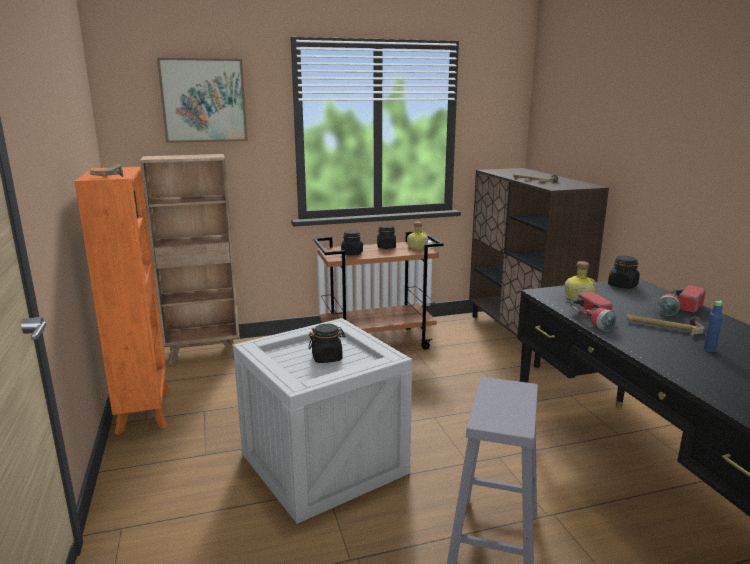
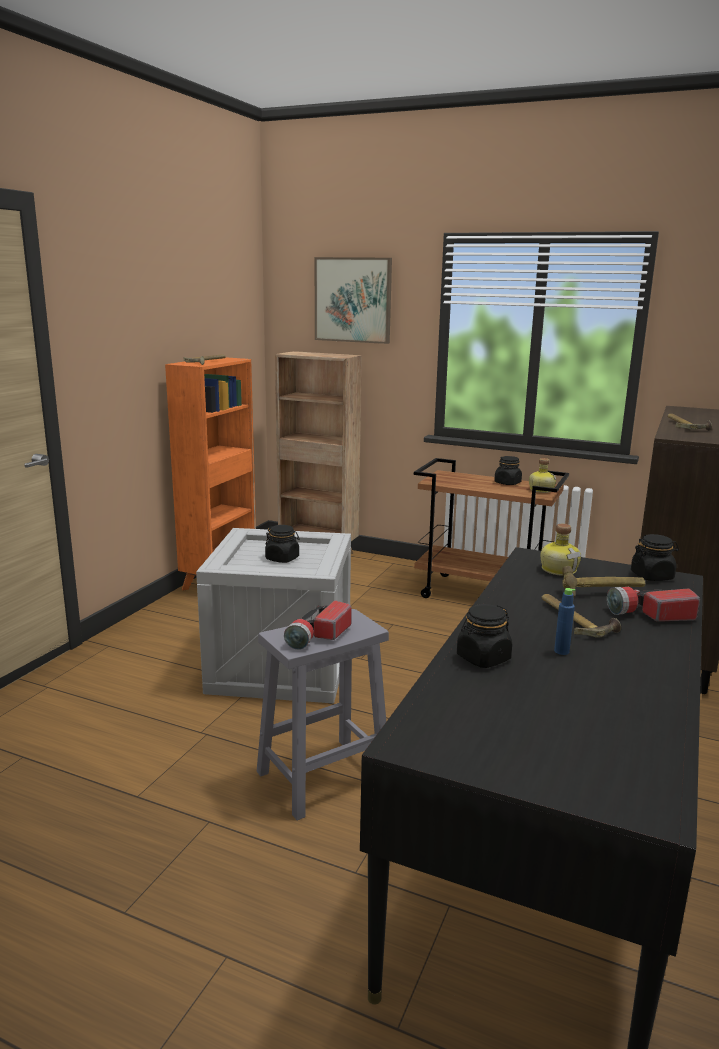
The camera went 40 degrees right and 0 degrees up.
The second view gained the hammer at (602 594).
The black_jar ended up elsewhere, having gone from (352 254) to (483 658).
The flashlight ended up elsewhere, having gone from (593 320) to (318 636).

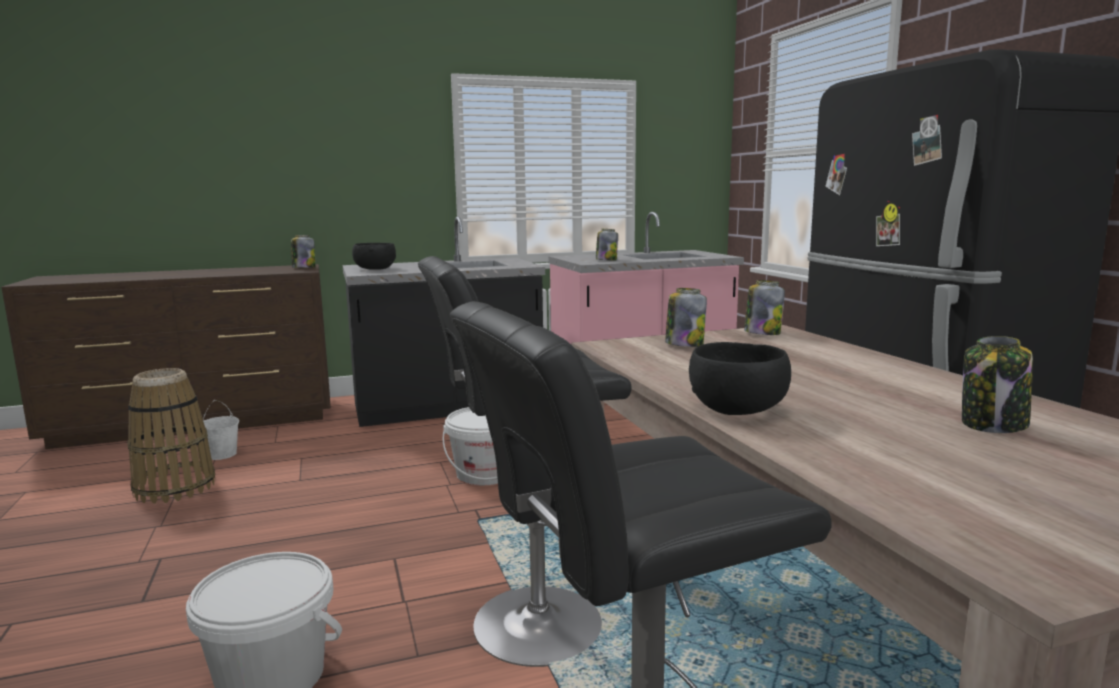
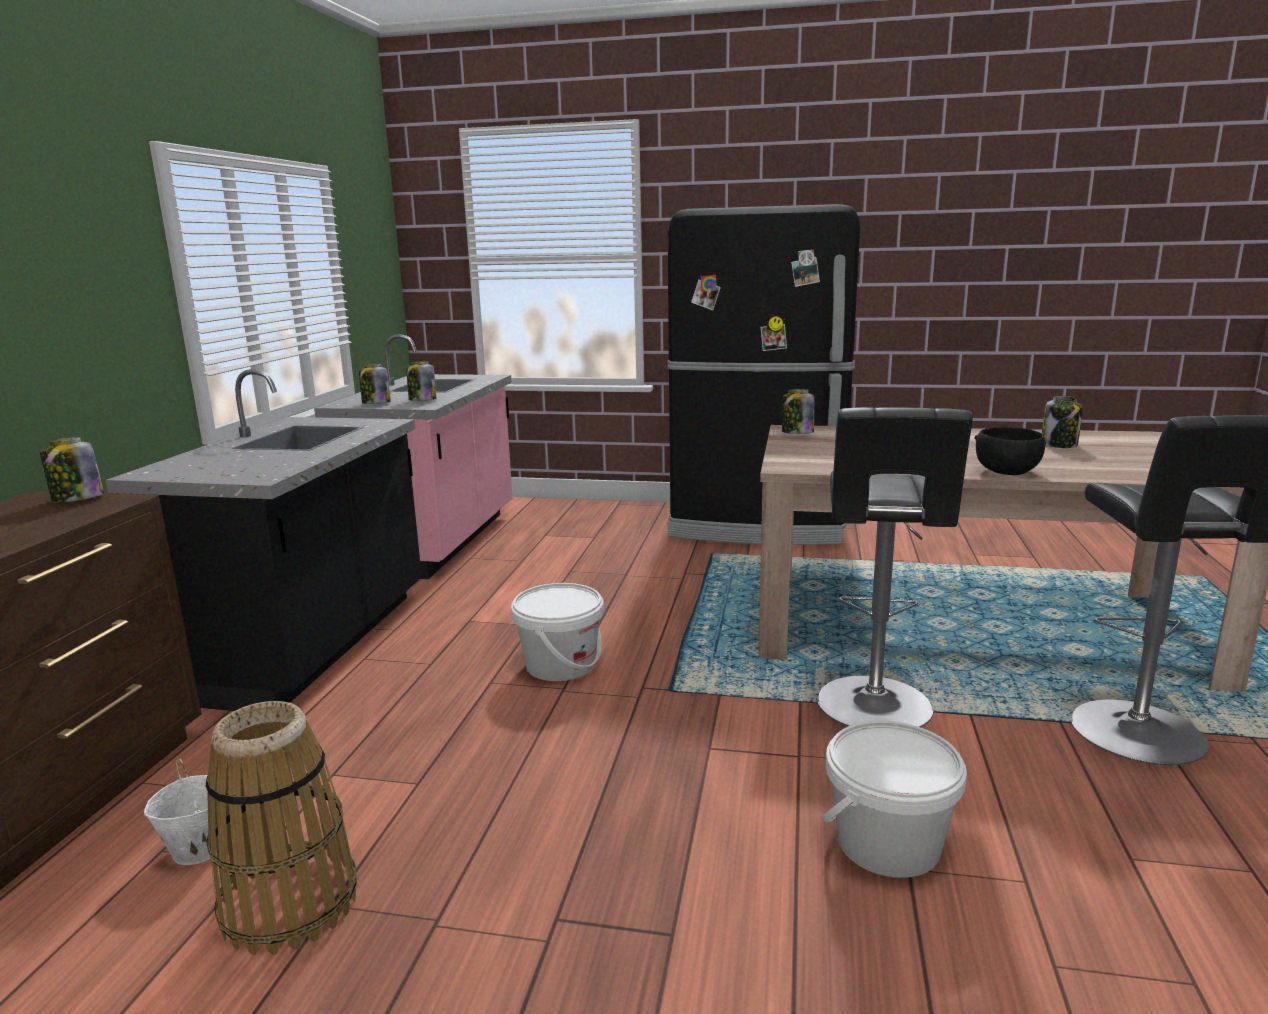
The camera went 60 degrees left and 5 degrees up.
The second view lost the black_bowl at (374 269).
The jar ended up elsewhere, having gone from (684 344) to (376 403).

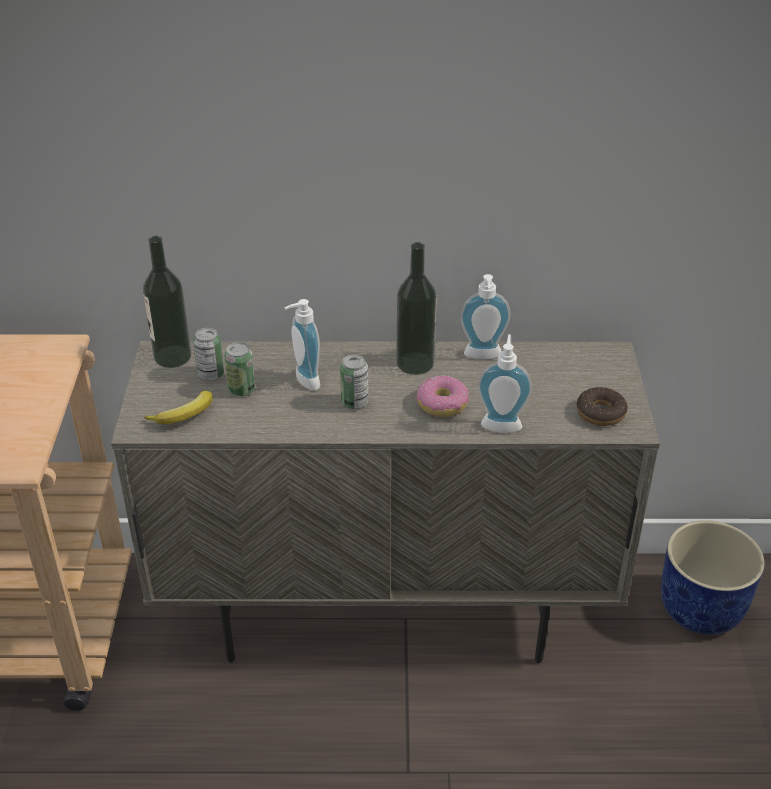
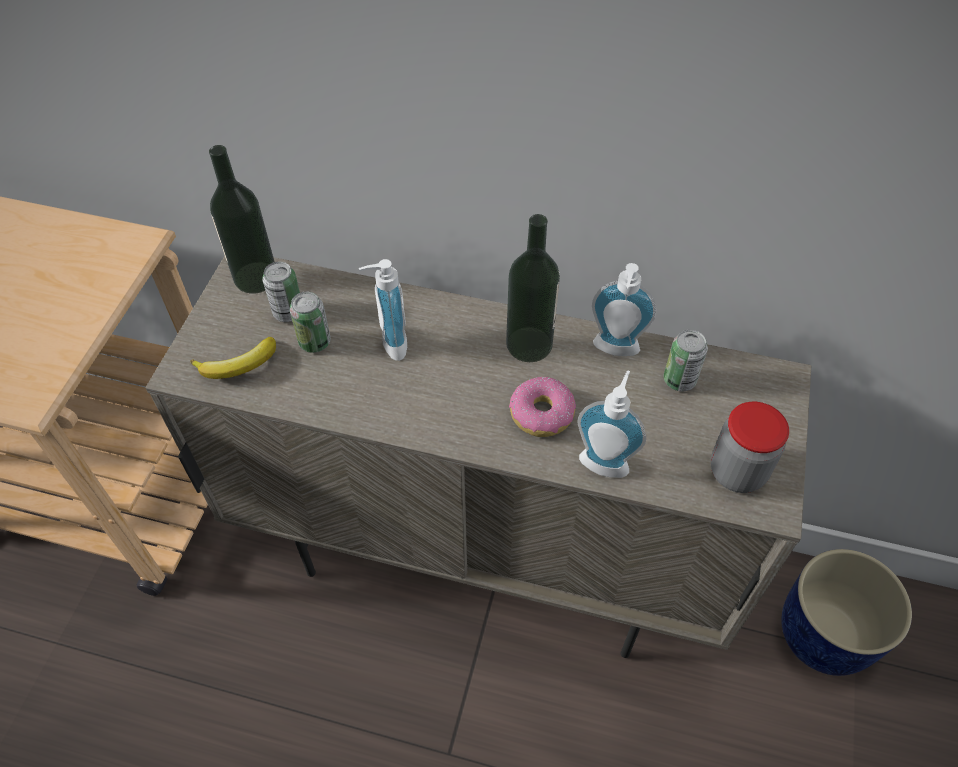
The camera went 15 degrees right and 15 degrees up.
The can ended up elsewhere, having gone from (354 402) to (679 380).
Where the donut stood at (600 413), the jar came to stand at (737 472).

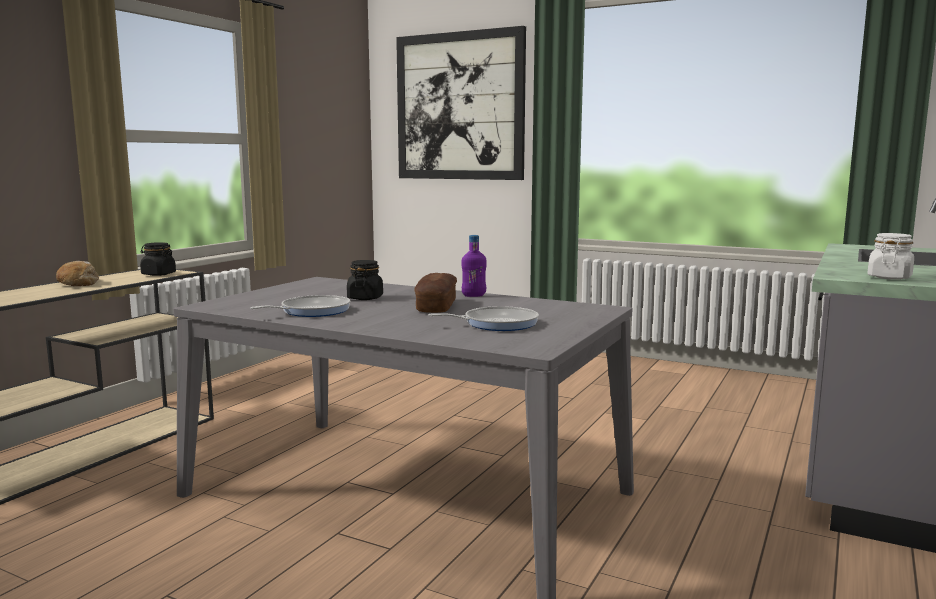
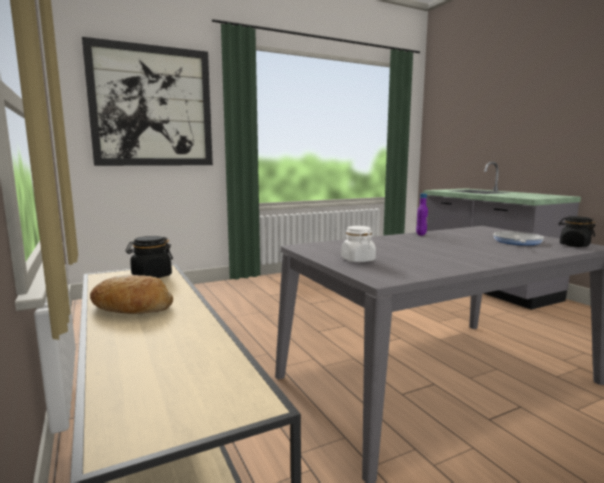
The camera went 55 degrees left and 0 degrees up.
The second view lost the frying_pan at (311 311).
The second view lost the bread at (436 306).
The black_jar ended up elsewhere, having gone from (365 298) to (574 245).
The white_jar ended up elsewhere, having gone from (889 277) to (357 260).

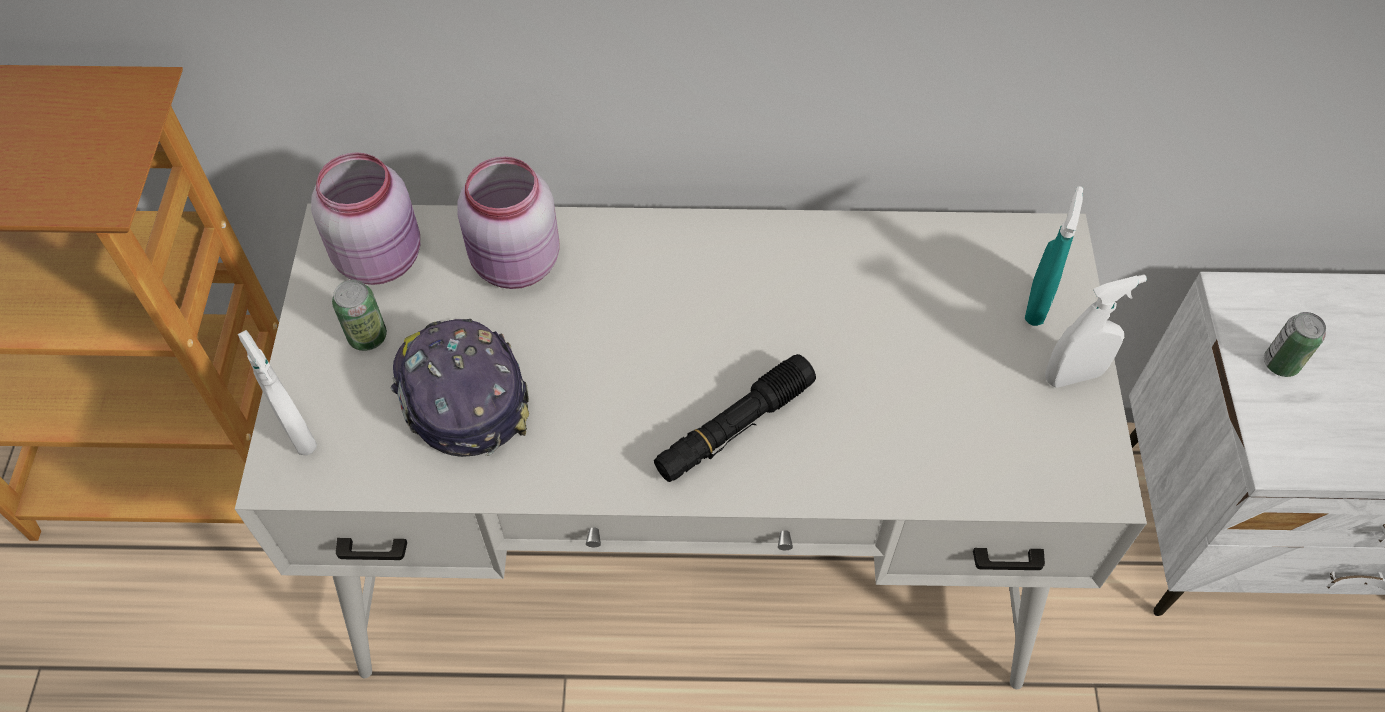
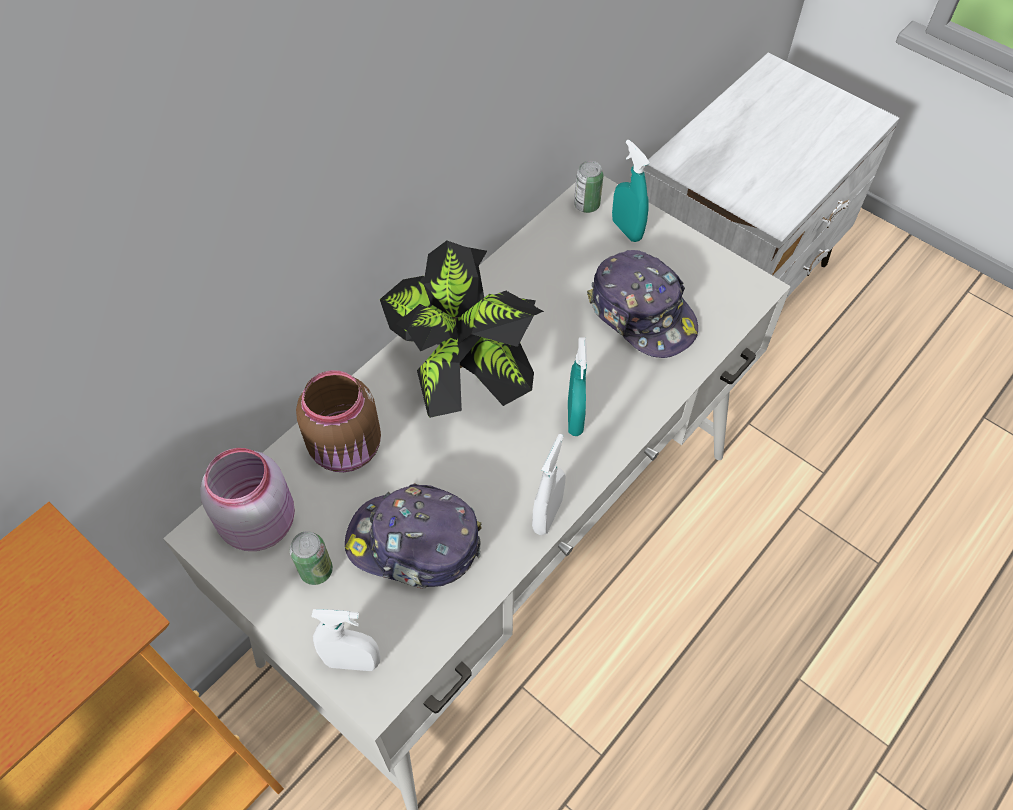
The camera went 50 degrees left and 0 degrees up.
The second view gained the potted_plant at (463 378).
The second view gained the cap at (642 314).
The white_spray_bottle ended up elsewhere, having gone from (1073 375) to (547 515).
The can ended up elsewhere, having gone from (1280 363) to (586 205).
Where the black_flashlight stood at (734 427), the turquoise_spray_bottle came to stand at (575 418).
What was the pink_jar at (516 265) turned into the brown_jar at (347 449).

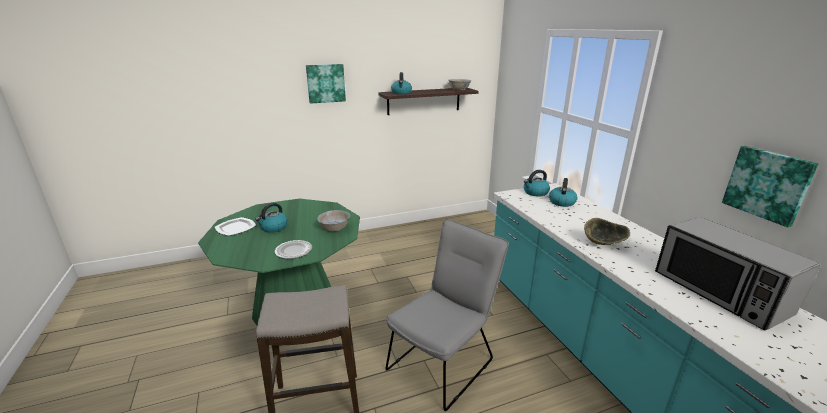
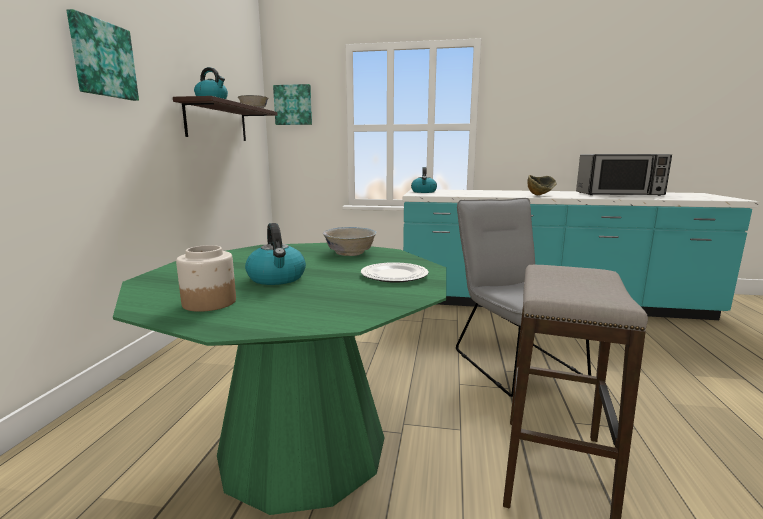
The camera went 60 degrees left and 10 degrees down.
The second view lost the kettle at (561 202).
The picture ended up elsewhere, having gone from (767 184) to (293 105).
Where the plate stood at (235 228), the jar came to stand at (209 303).

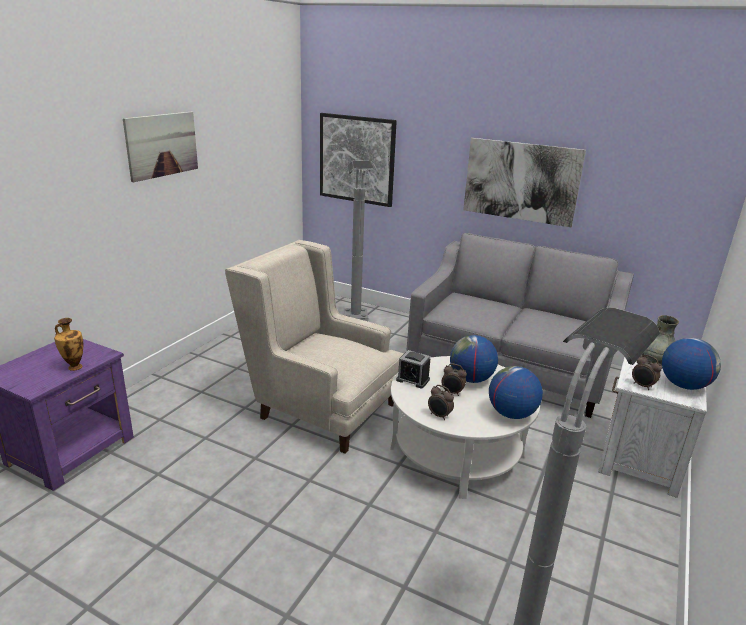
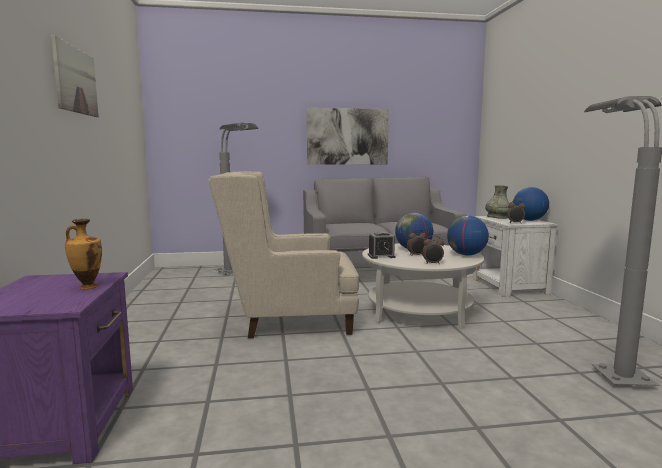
The camera went 35 degrees left and 15 degrees down.
The second view lost the picture at (357 159).

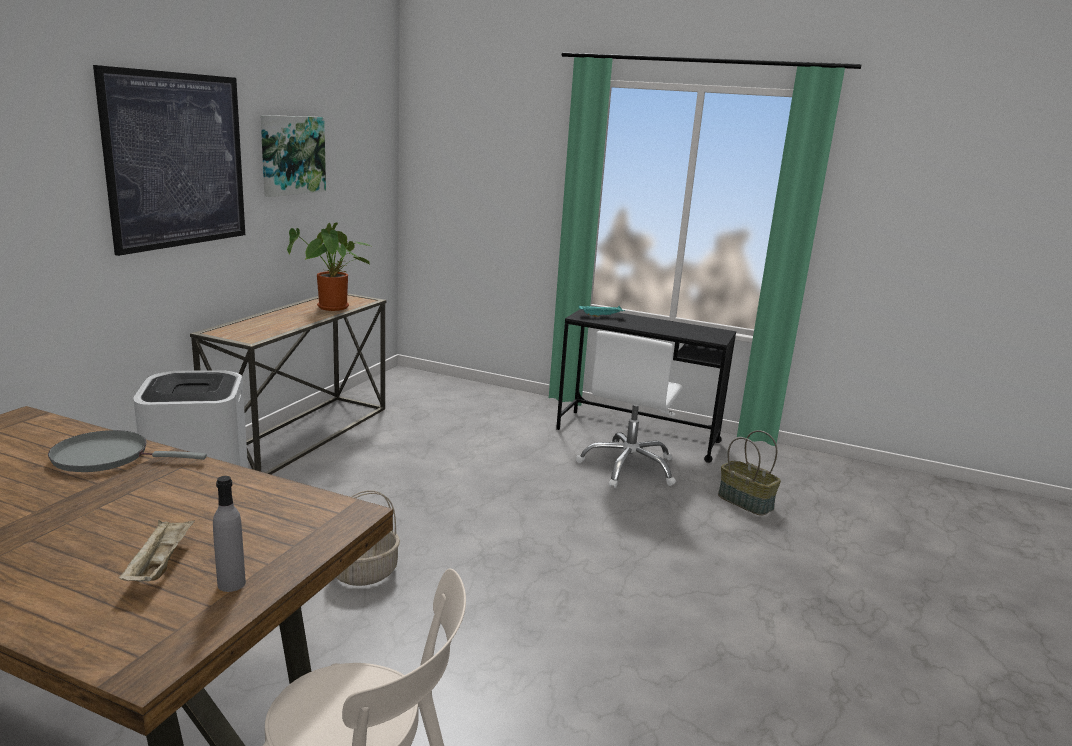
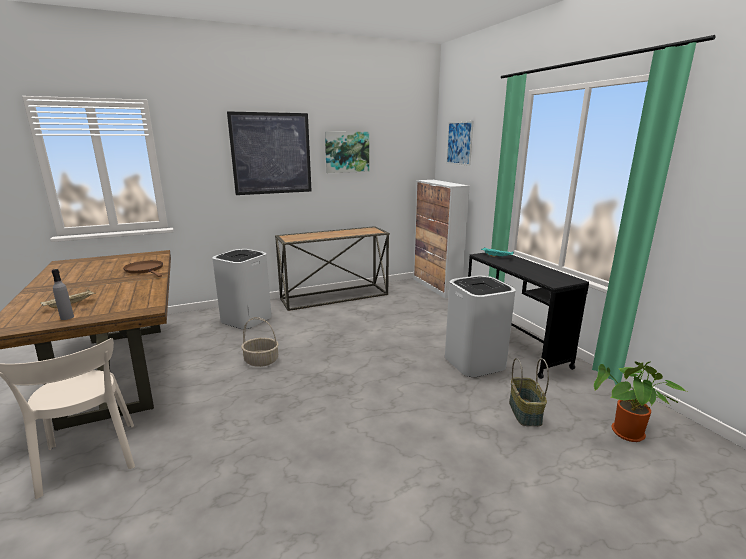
The camera went 45 degrees right and 0 degrees up.
The second view gained the cabinet at (436 287).
The second view gained the picture at (459 143).
The potted_plant ended up elsewhere, having gone from (333 308) to (627 435).
Where the white_office_chair stood at (629 467), the white_trash_can came to stand at (474 362).
What was the grey_frying_pan at (107 457) turned into the brown_frying_pan at (145 270).

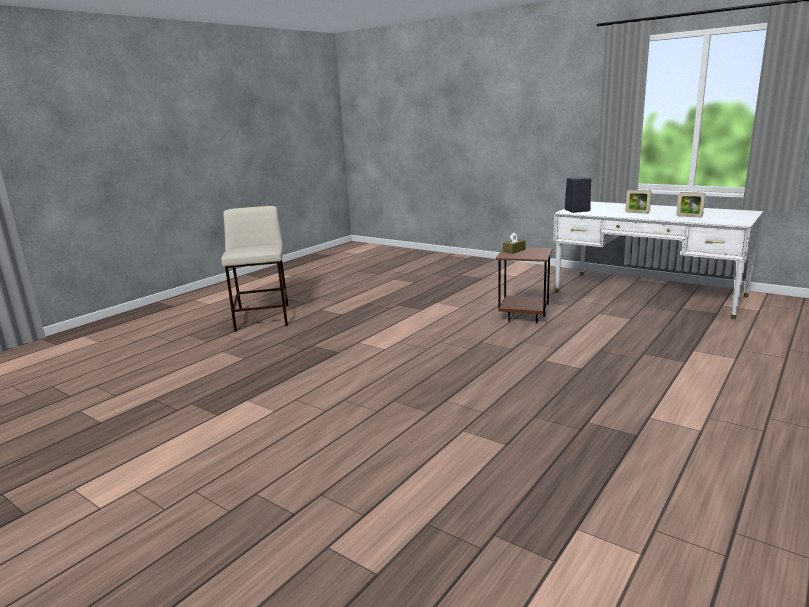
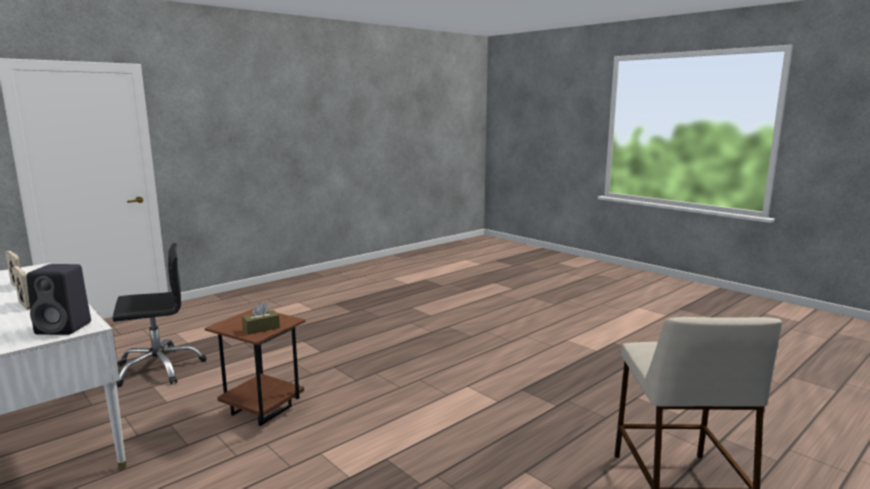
The camera went 170 degrees left and 5 degrees down.
The second view gained the black_office_chair at (159 368).

